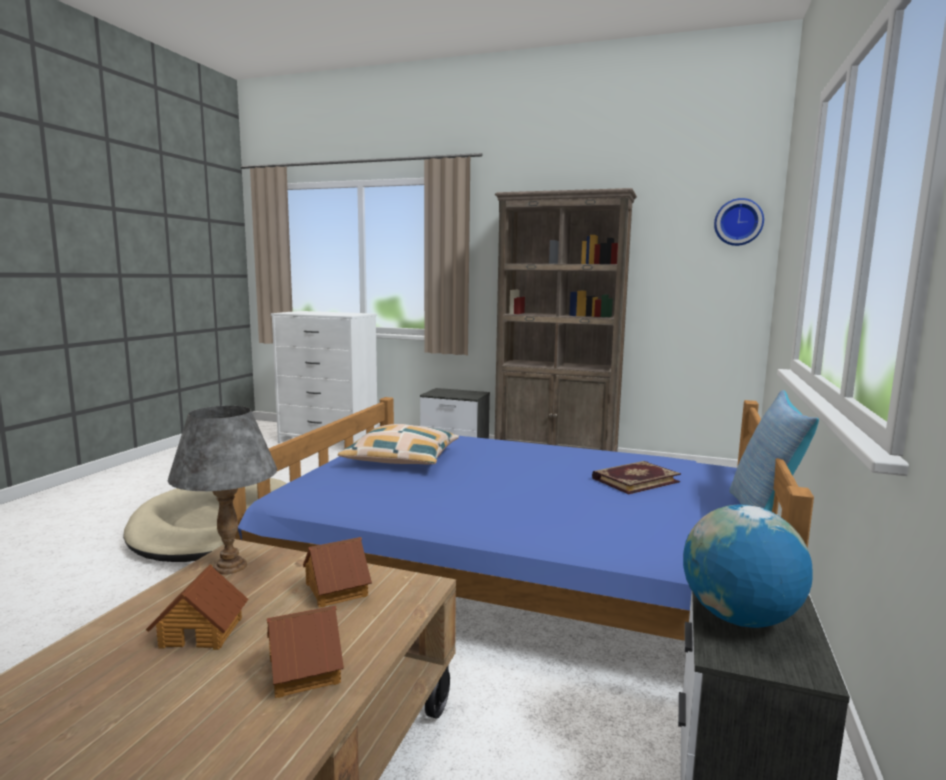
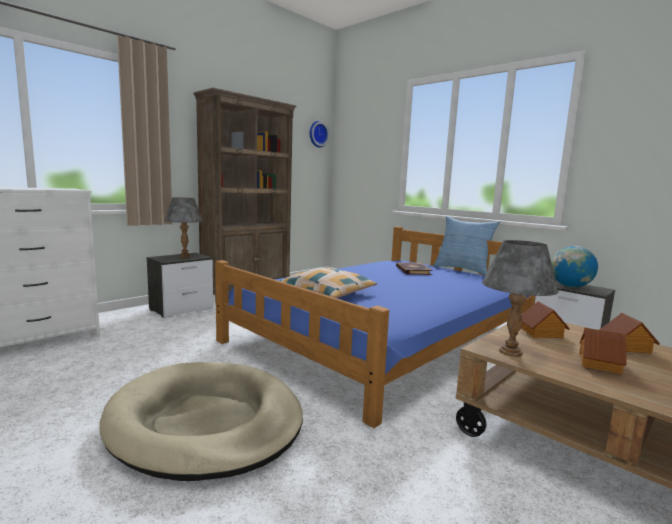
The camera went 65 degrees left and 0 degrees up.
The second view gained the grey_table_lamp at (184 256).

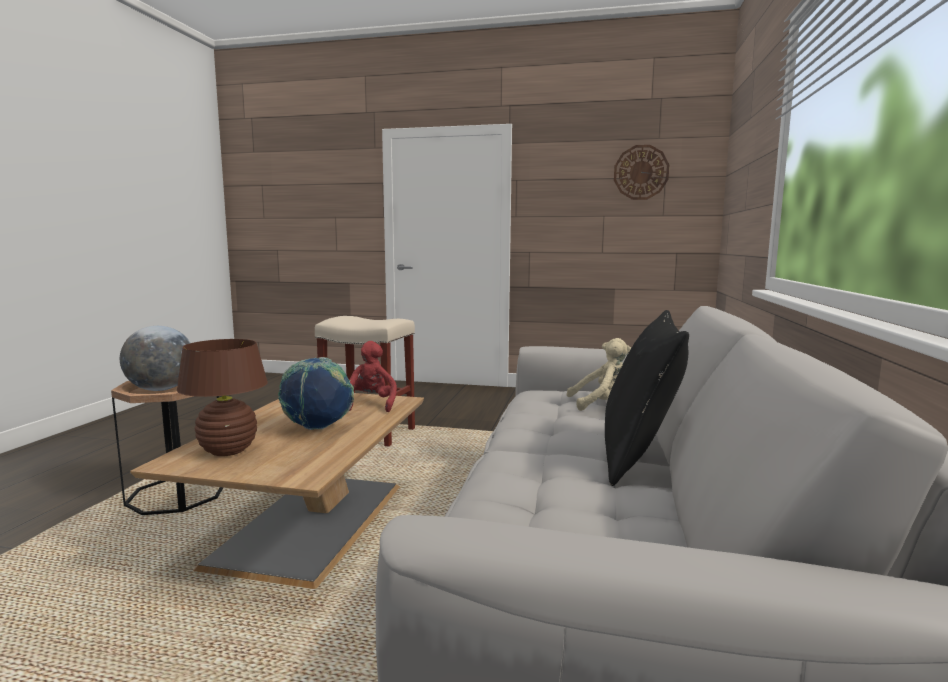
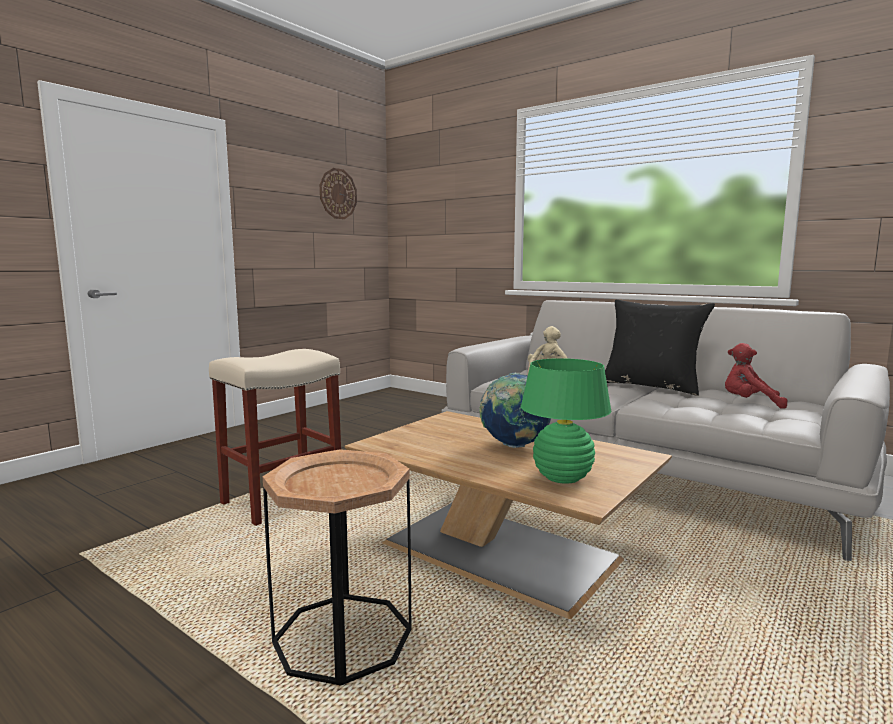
The camera went 65 degrees left and 0 degrees up.
The second view lost the globe at (161 389).
The red_plush_toy ended up elsewhere, having gone from (369 404) to (749 404).
What was the brown_table_lamp at (228 451) turned into the green_table_lamp at (562 478).

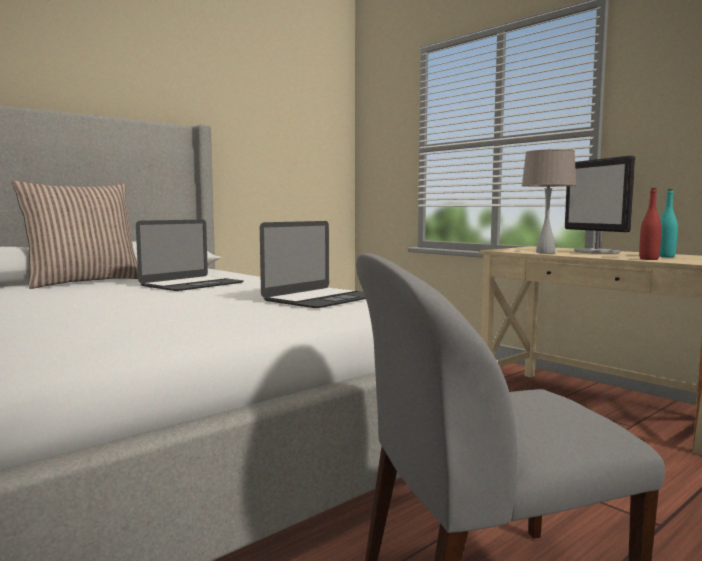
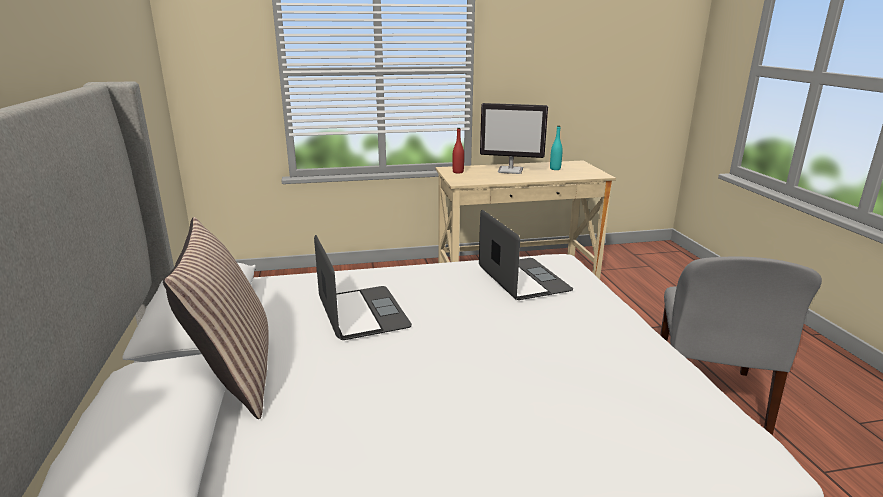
The camera went 60 degrees left and 15 degrees up.
The second view lost the beige_table_lamp at (546 252).
The red_bottle ended up elsewhere, having gone from (649 259) to (458 172).

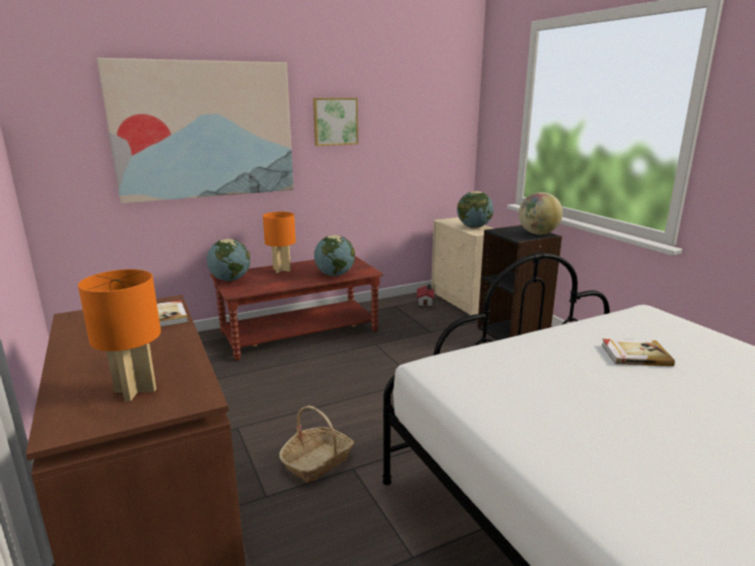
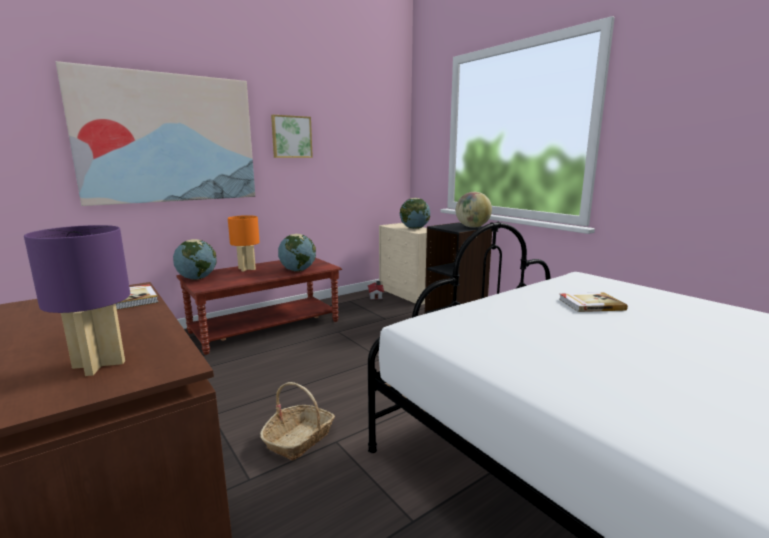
The camera went 10 degrees left and 5 degrees down.
What was the orange_table_lamp at (134 391) turned into the purple_table_lamp at (98 365).

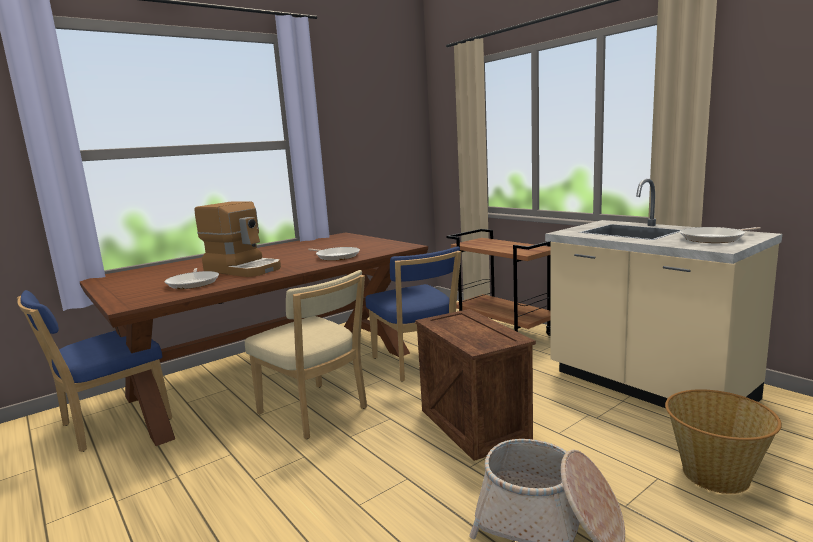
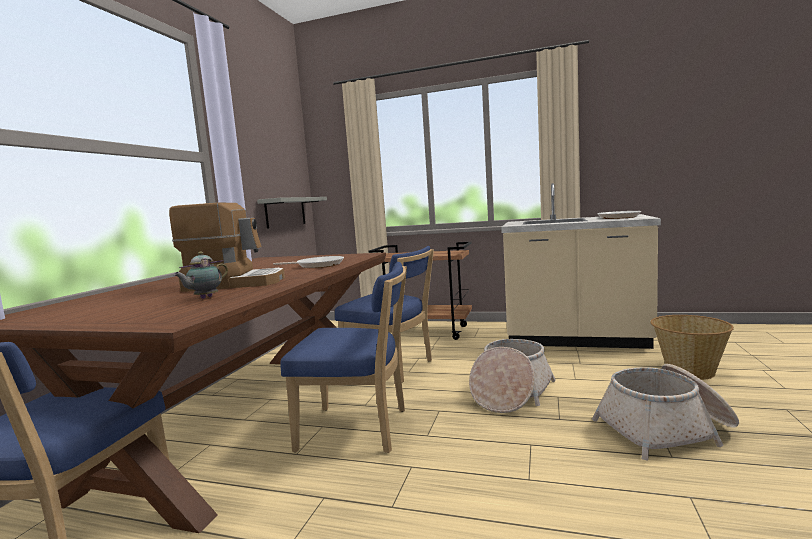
The camera went 35 degrees left and 5 degrees down.
The second view gained the grey_shelf at (285 212).
Where the frying_pan stood at (193 283), the teapot came to stand at (204 298).
Where the crate stood at (472 424), the basket came to stand at (511 393).
What was the beige_chair at (316 412) turned into the blue_chair at (359 430).

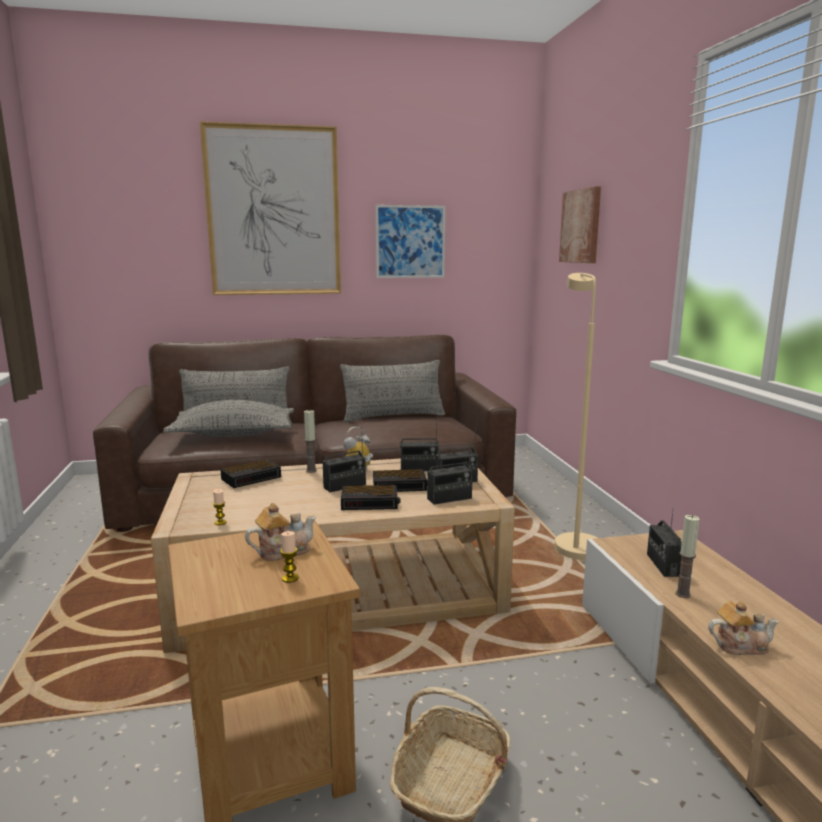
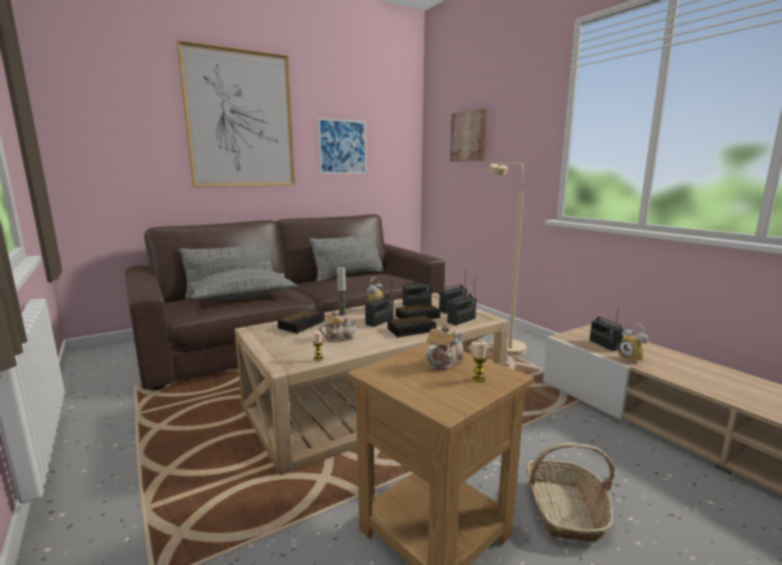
The camera went 20 degrees left and 0 degrees up.
The teapot ended up elsewhere, having gone from (739 645) to (338 338).
Where the candle stood at (682 594), the alarm_clock came to stand at (633 359).

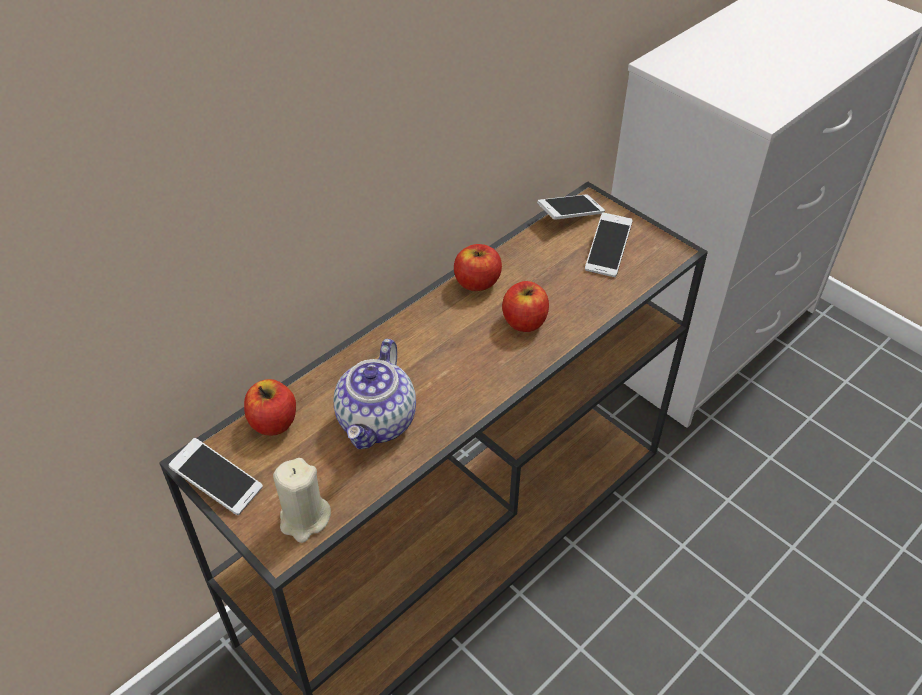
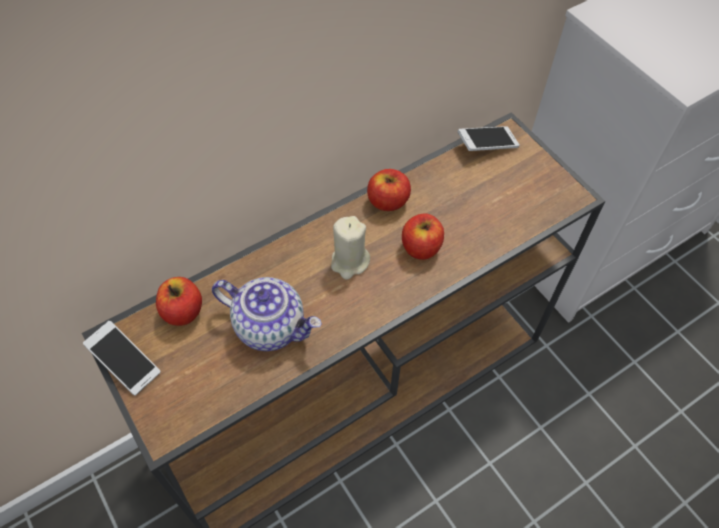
The camera went 10 degrees right and 10 degrees up.
The second view lost the phone at (607 253).
The beige_candle ended up elsewhere, having gone from (304 519) to (349 262).
The teapot at (378 422) ended up facing another way, 90 degrees counterclockwise from before.

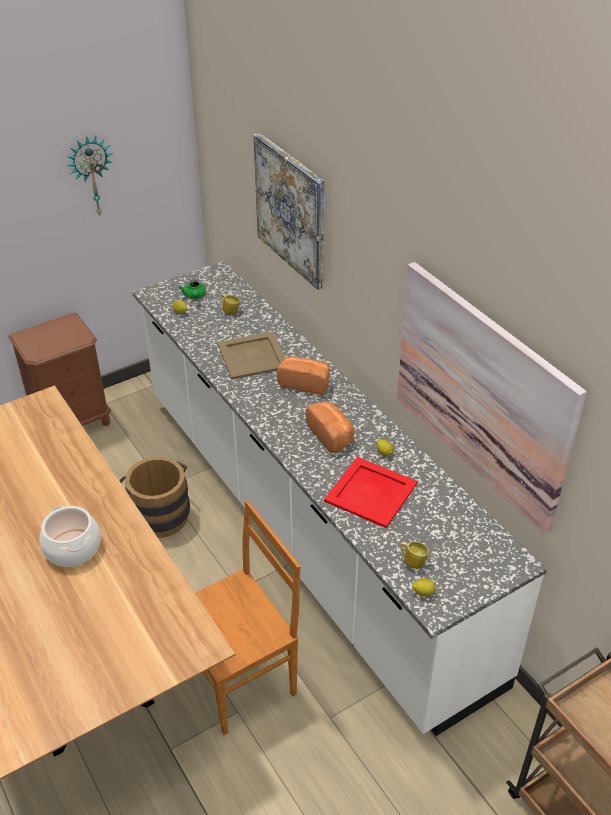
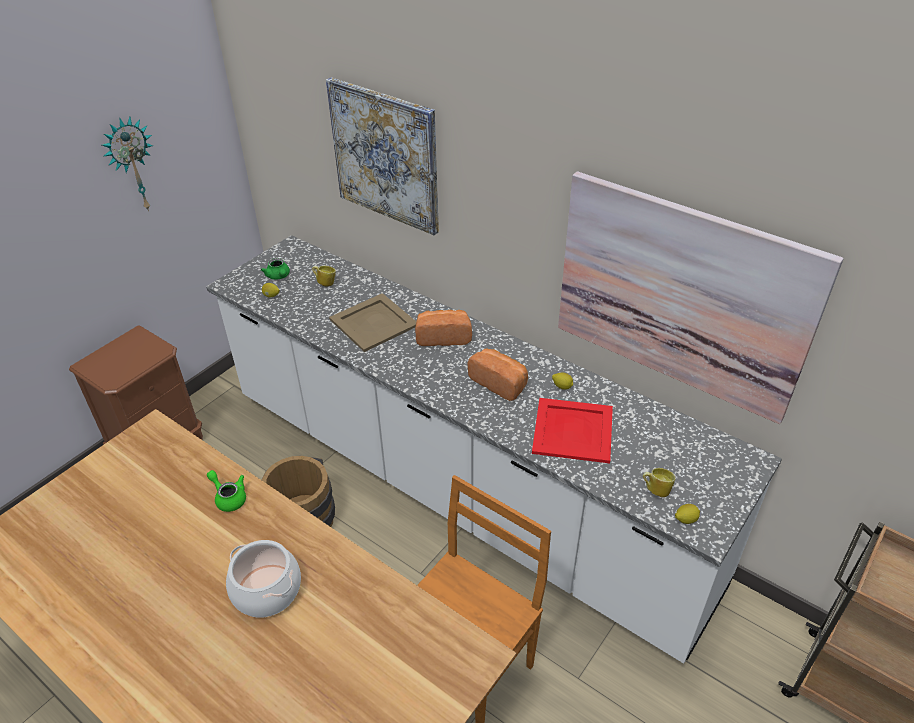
The camera went 20 degrees left and 0 degrees up.
The second view gained the green_teapot at (229 497).

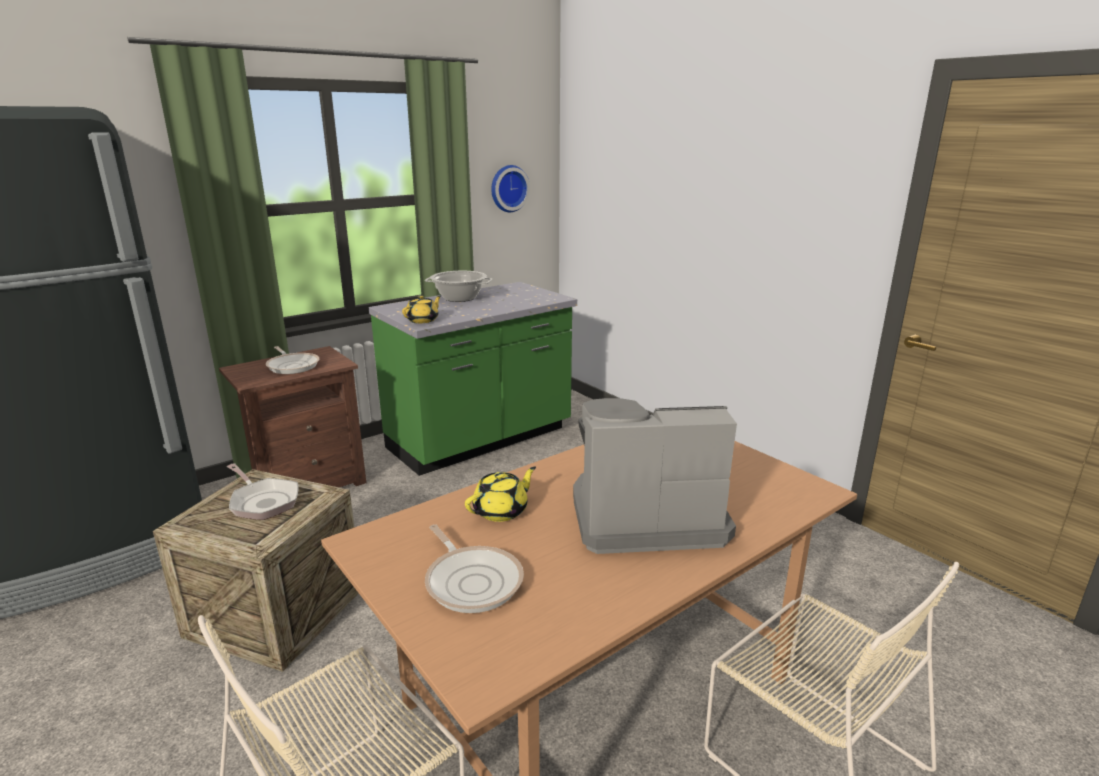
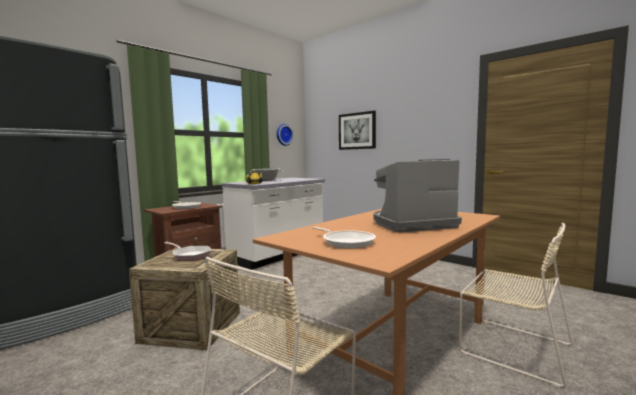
The camera went 10 degrees left and 15 degrees down.
The second view lost the yellow_teapot at (501 511).
The second view gained the picture at (357 131).
What was the green_counter at (481 440) turned into the white_counter at (278 255).

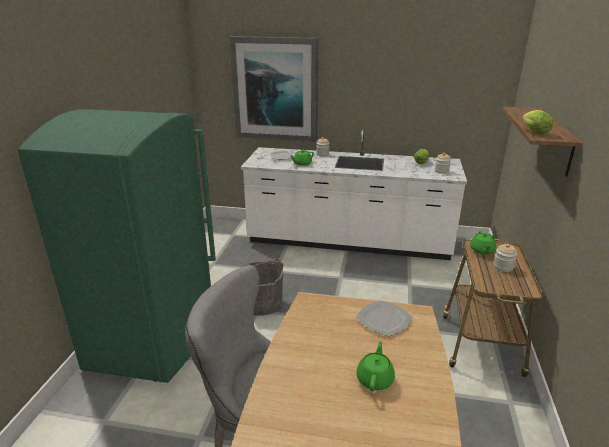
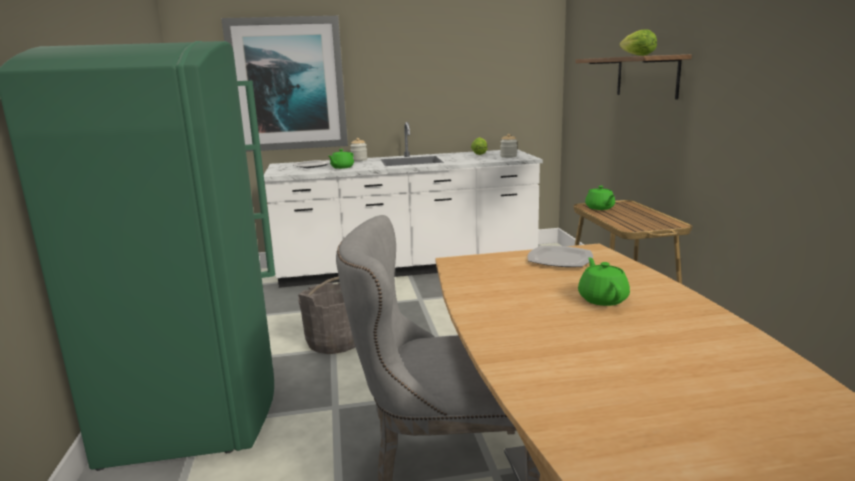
The camera went 20 degrees left and 10 degrees down.
The second view lost the jar at (503 267).

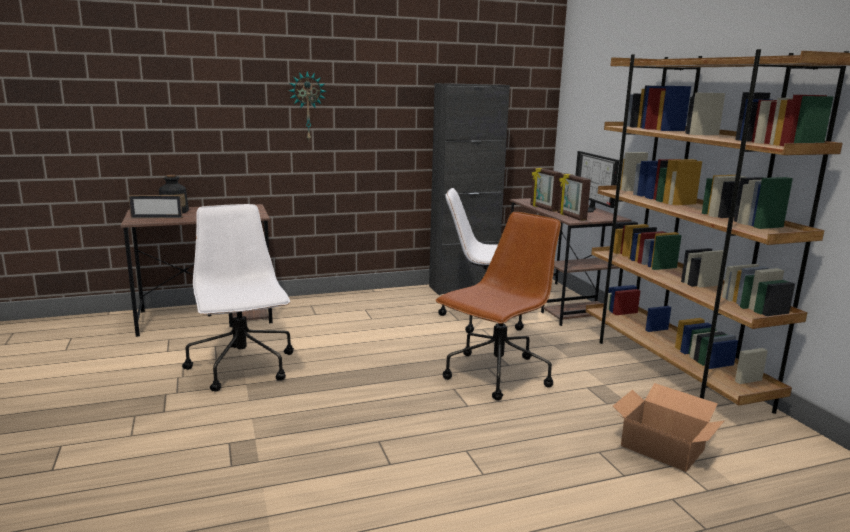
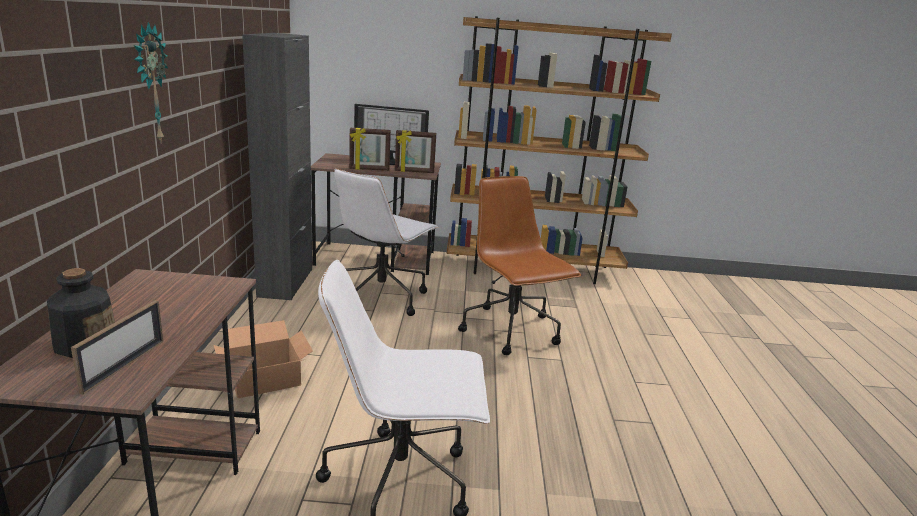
The camera went 70 degrees left and 5 degrees up.
The cardboard_box ended up elsewhere, having gone from (662 448) to (265 379).

